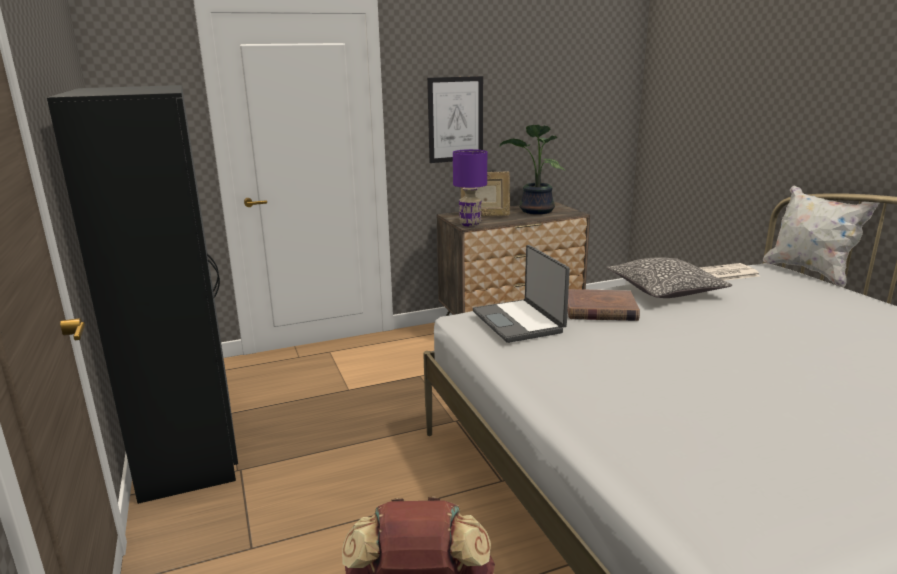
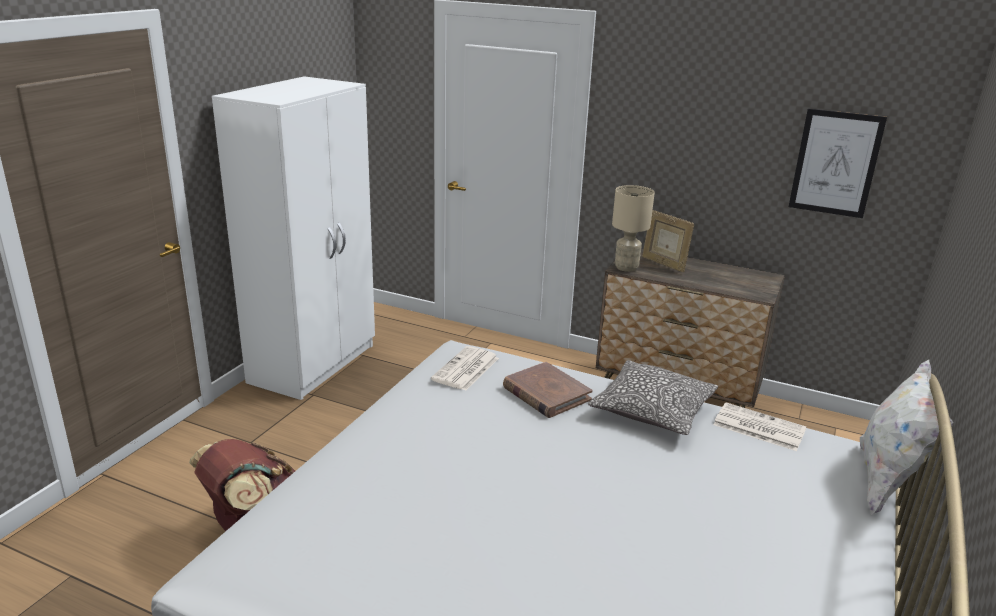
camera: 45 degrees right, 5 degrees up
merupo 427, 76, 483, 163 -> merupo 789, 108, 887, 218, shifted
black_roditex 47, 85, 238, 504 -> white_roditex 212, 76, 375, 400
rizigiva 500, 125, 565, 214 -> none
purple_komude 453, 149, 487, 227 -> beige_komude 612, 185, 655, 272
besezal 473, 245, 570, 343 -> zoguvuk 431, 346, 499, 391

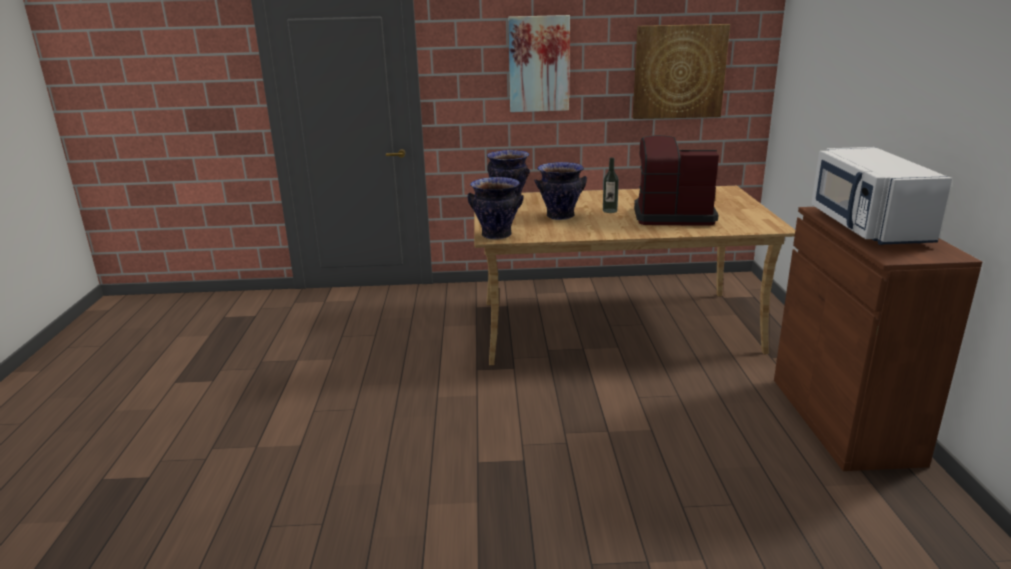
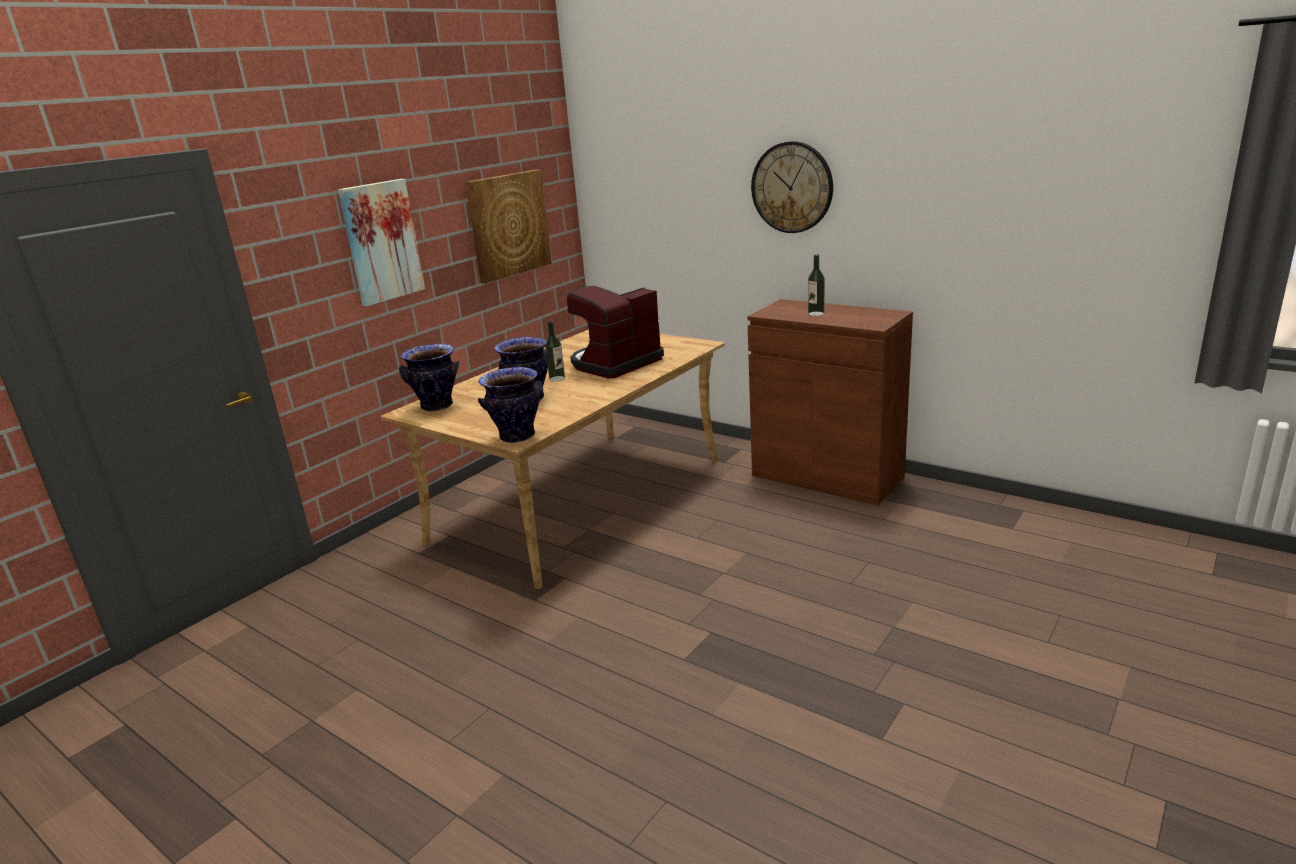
camera: 50 degrees left, 0 degrees up
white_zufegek 812, 147, 952, 245 -> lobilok 808, 255, 825, 316
none -> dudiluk 751, 141, 833, 233

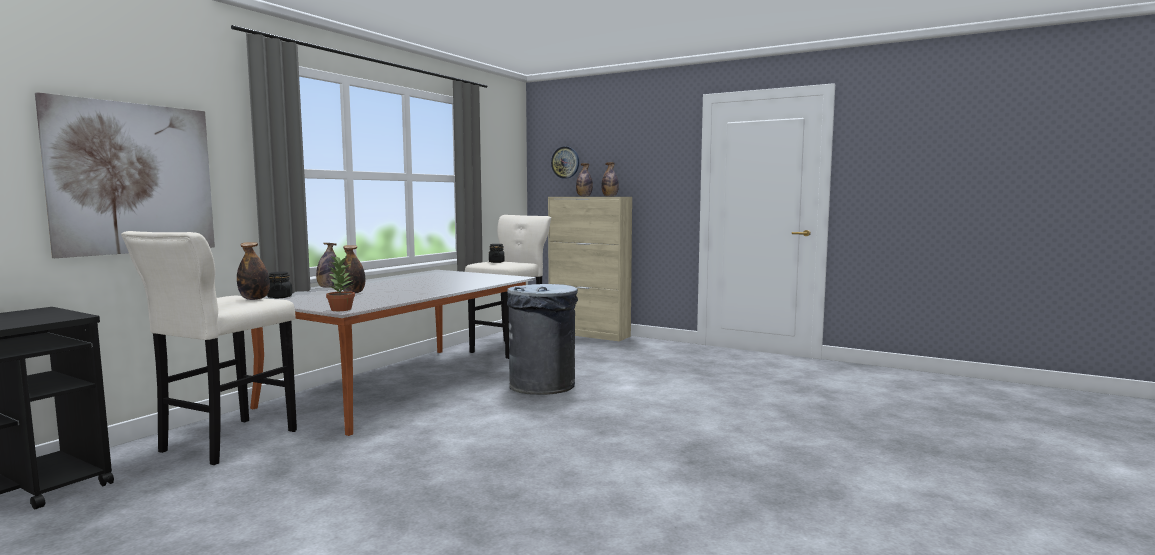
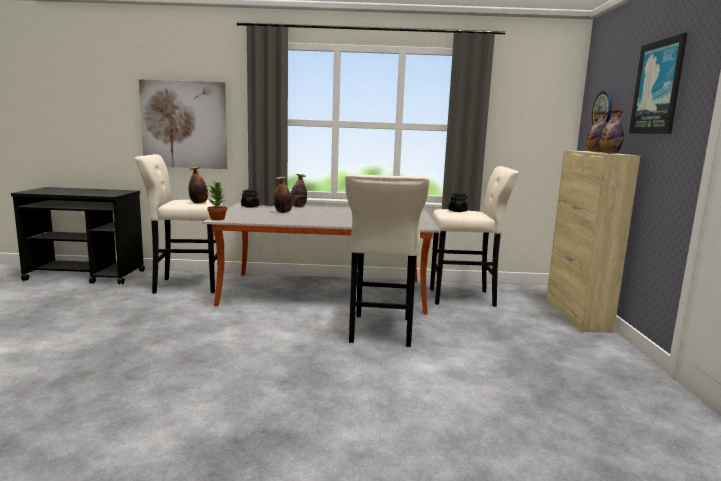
camera: 60 degrees right, 5 degrees up
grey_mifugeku 507, 284, 578, 395 -> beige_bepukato 345, 174, 430, 347
none -> merupo 629, 33, 688, 134

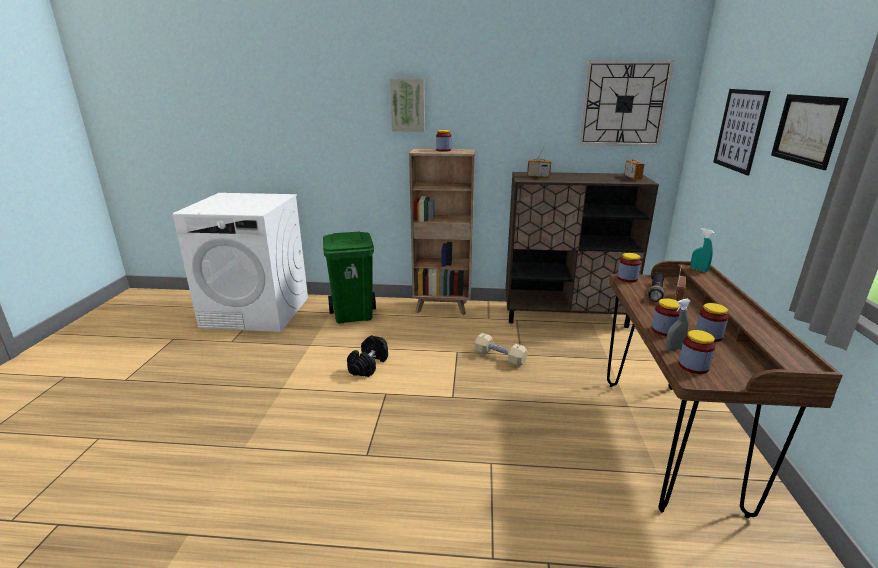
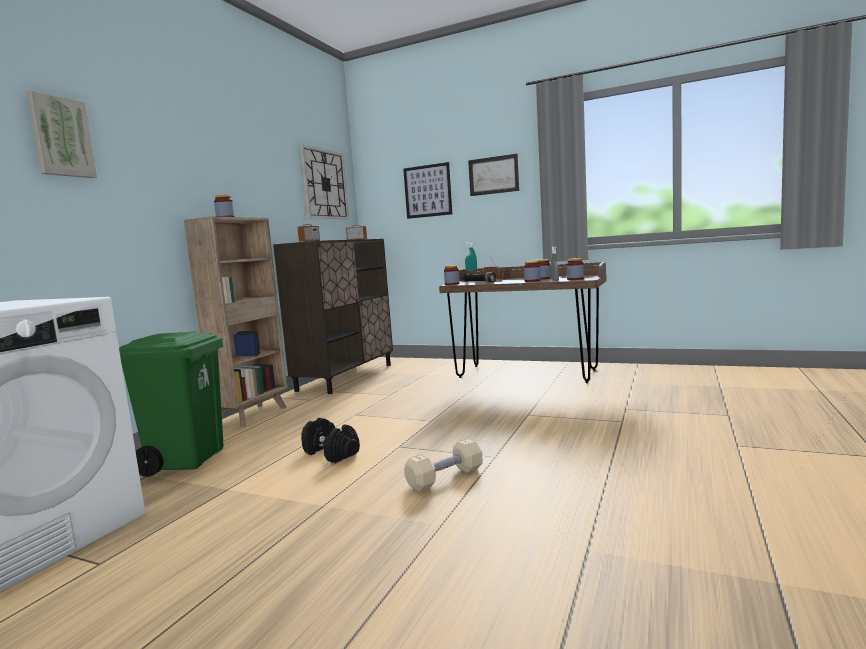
camera: 70 degrees left, 15 degrees down
merupo 390, 79, 425, 132 -> merupo 26, 90, 97, 178, shifted
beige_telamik 474, 333, 527, 367 -> beige_telamik 404, 438, 482, 492, shifted

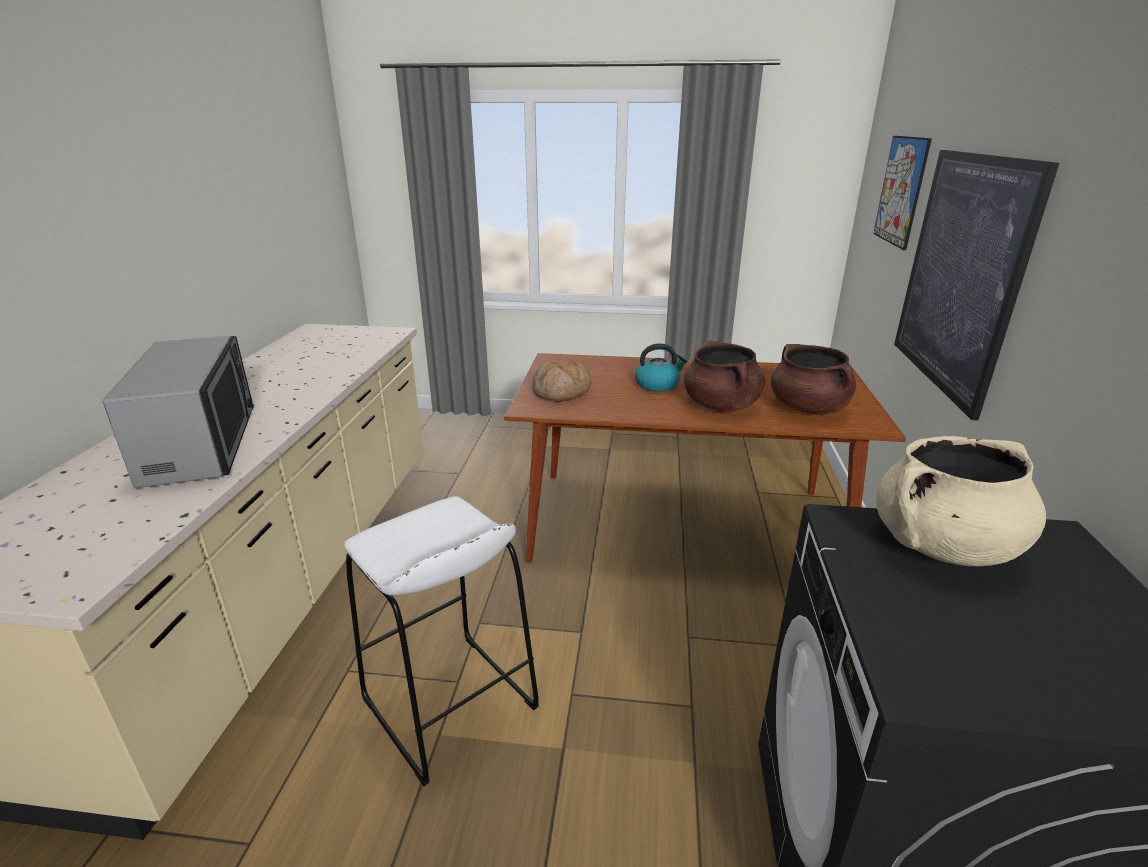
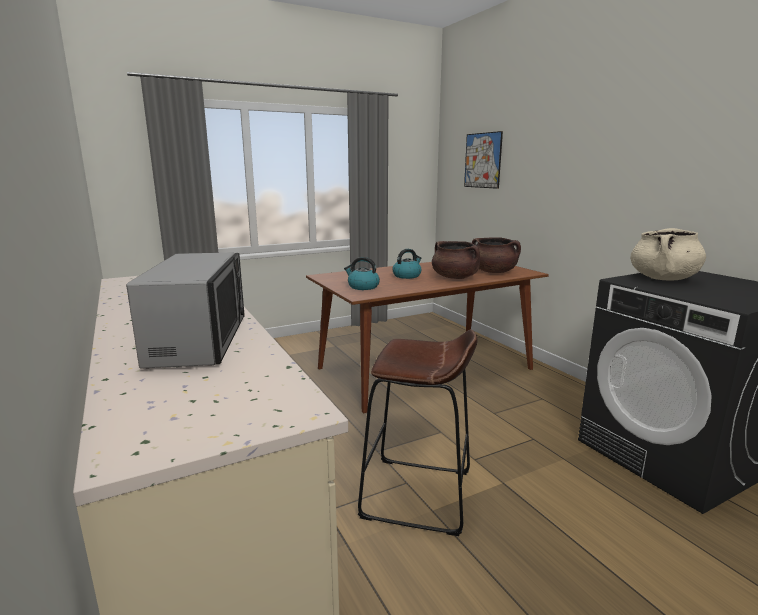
camera: 35 degrees left, 10 degrees down
merupo 894, 150, 1059, 420 -> none
zufegek 103, 336, 254, 488 -> zufegek 126, 252, 245, 369, 45 degrees clockwise
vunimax 532, 358, 591, 402 -> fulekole 344, 257, 380, 290
white_bepukato 344, 496, 539, 787 -> brown_bepukato 358, 329, 477, 536

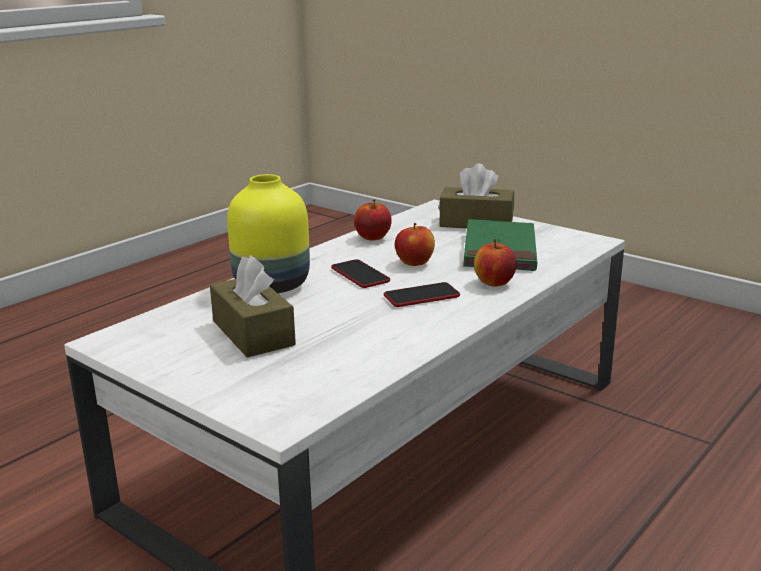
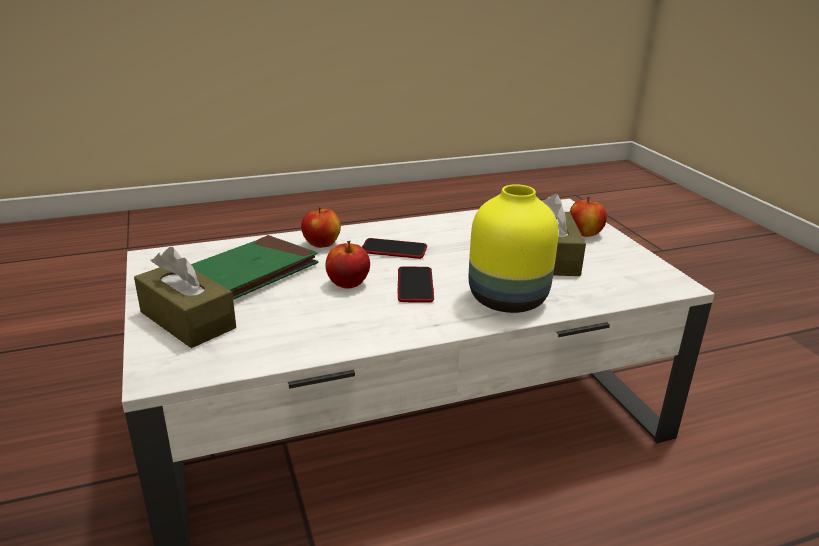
camera: 150 degrees left, 5 degrees up
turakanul 354, 199, 392, 241 -> turakanul 570, 196, 607, 237, shifted

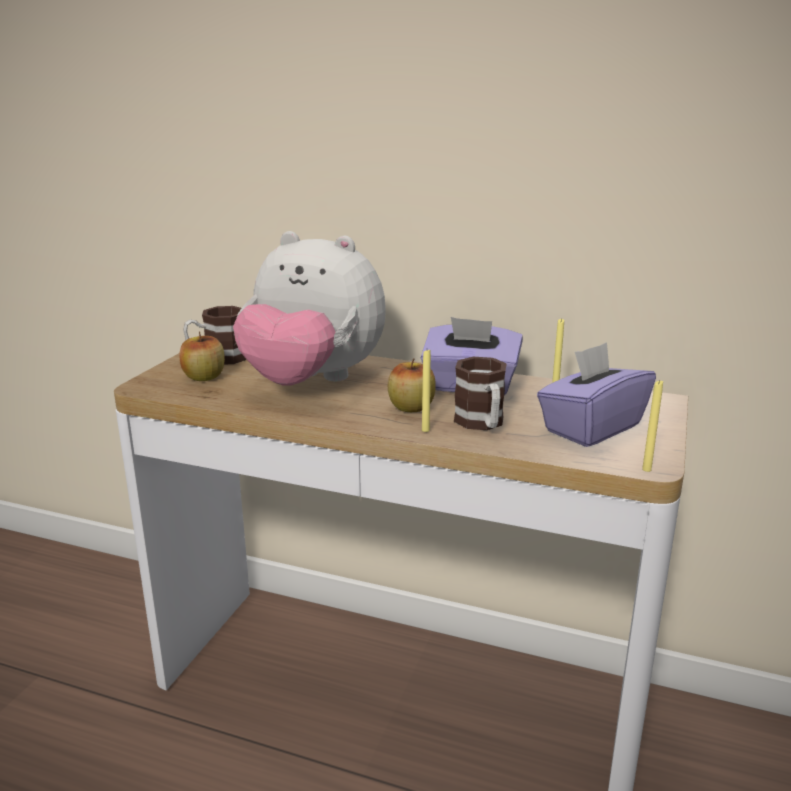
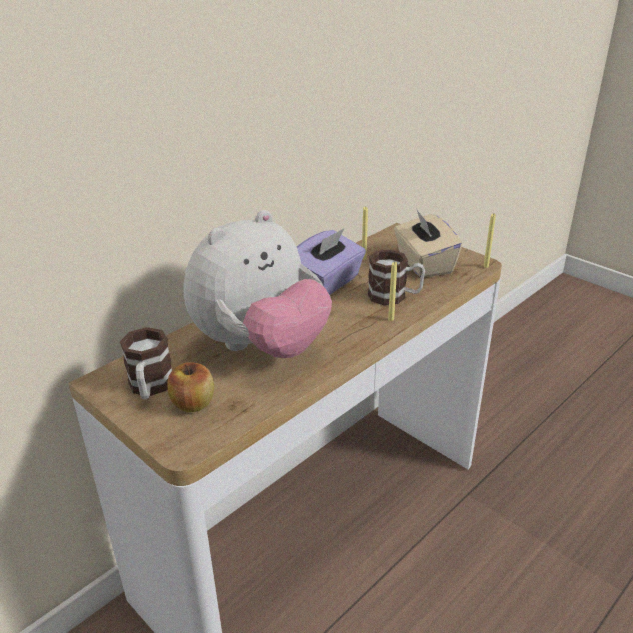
camera: 65 degrees left, 10 degrees up
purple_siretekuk 537, 342, 656, 447 -> beige_siretekuk 394, 208, 462, 277
turakanul 388, 358, 436, 412 -> none

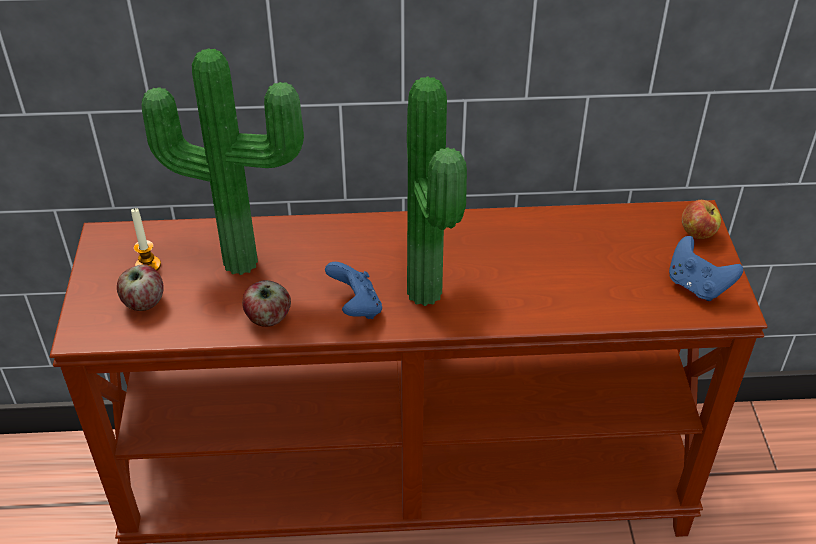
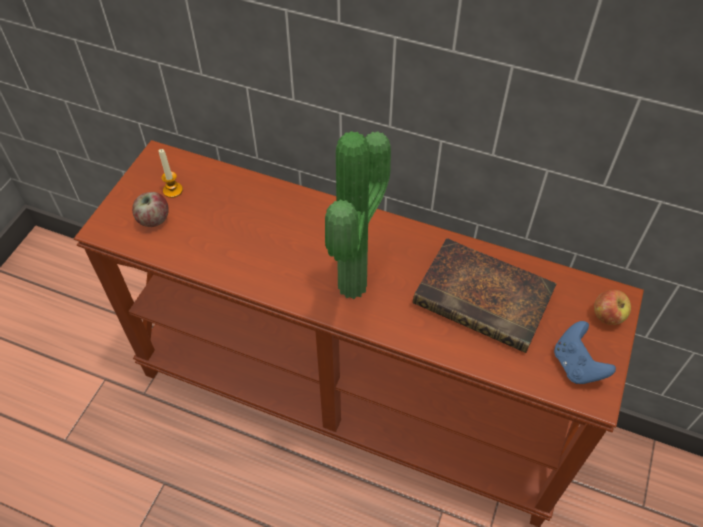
camera: 25 degrees right, 10 degrees up
rizigiva 141, 49, 304, 275 -> none
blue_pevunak 325, 262, 382, 319 -> none
turakanul 242, 280, 291, 327 -> none
none -> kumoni 413, 238, 557, 353

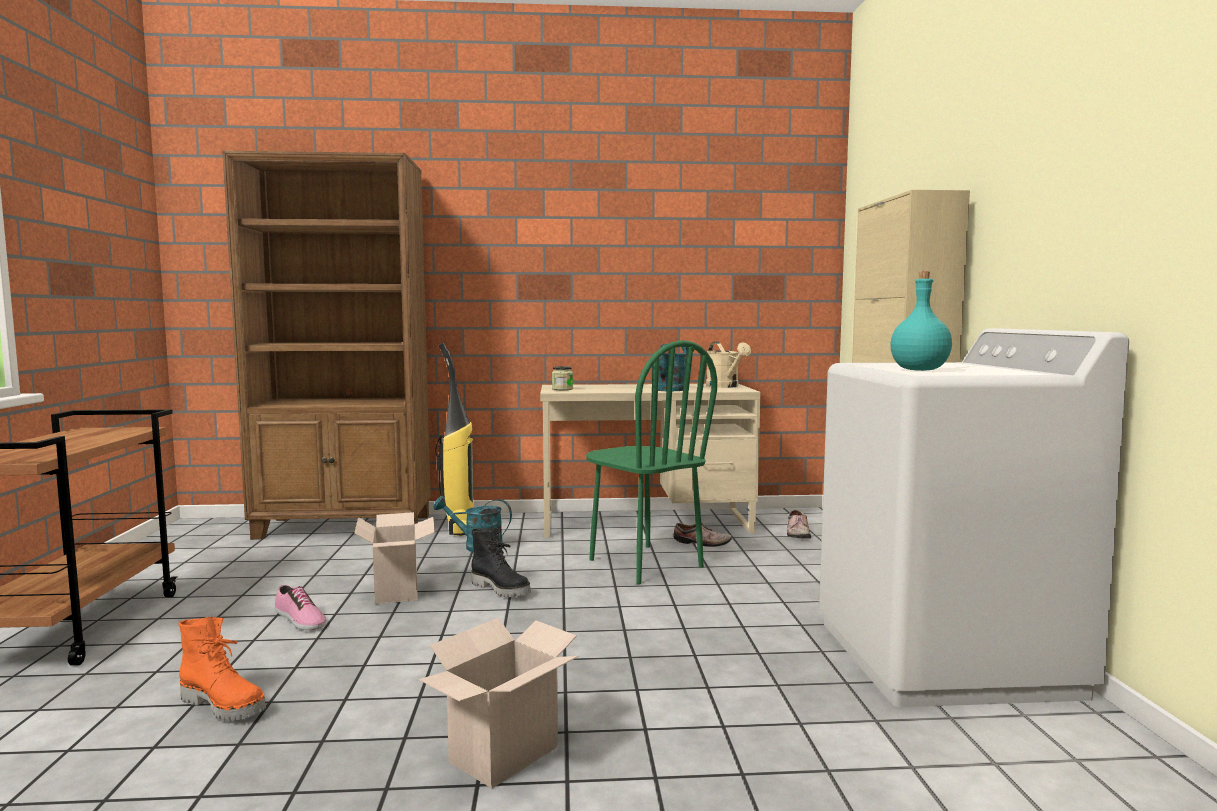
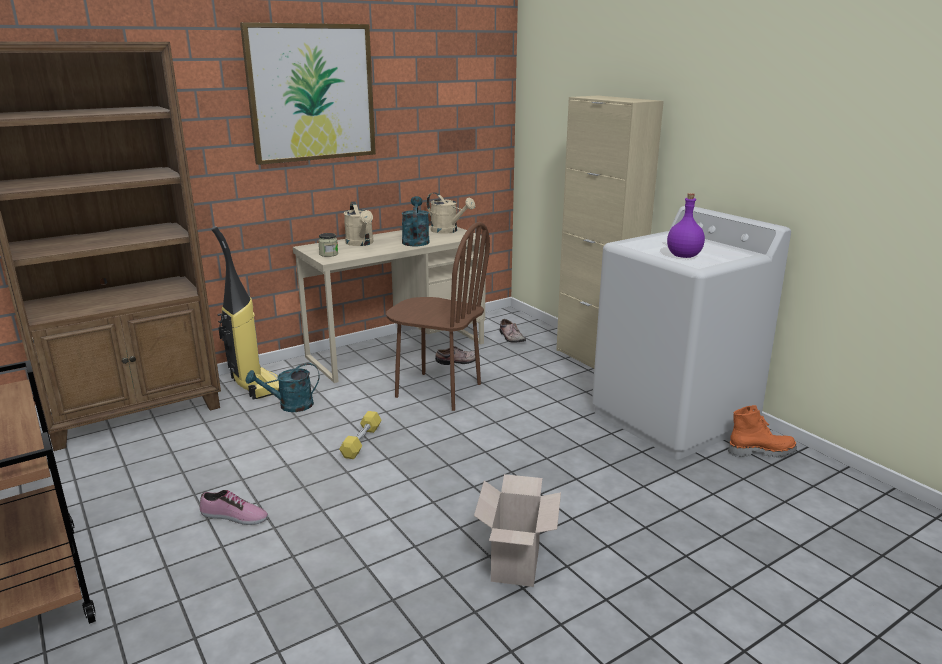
camera: 30 degrees left, 15 degrees up
turquoise_lobilok 890, 271, 952, 371 -> purple_lobilok 667, 193, 705, 258
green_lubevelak 586, 340, 717, 584 -> brown_lubevelak 386, 222, 490, 411
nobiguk 354, 512, 435, 604 -> none
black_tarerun 471, 527, 531, 597 -> yellow_telamik 339, 411, 382, 459
orange_tarerun 178, 617, 266, 721 -> orange_tarerun 728, 405, 797, 457, shifted
none -> merupo 240, 22, 376, 165
none -> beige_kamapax 344, 201, 374, 246

